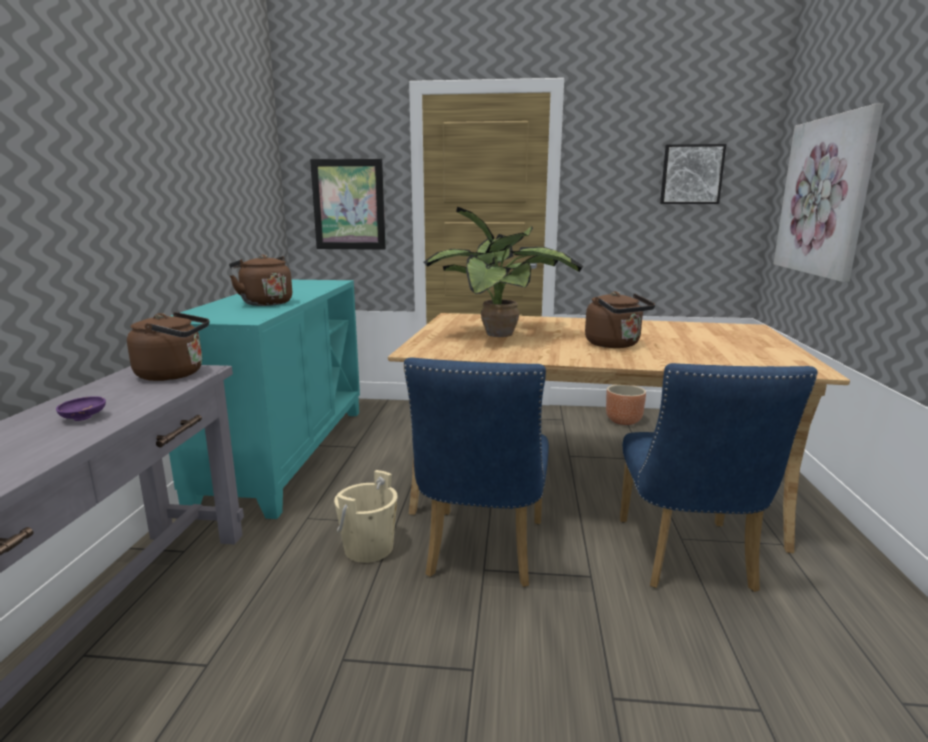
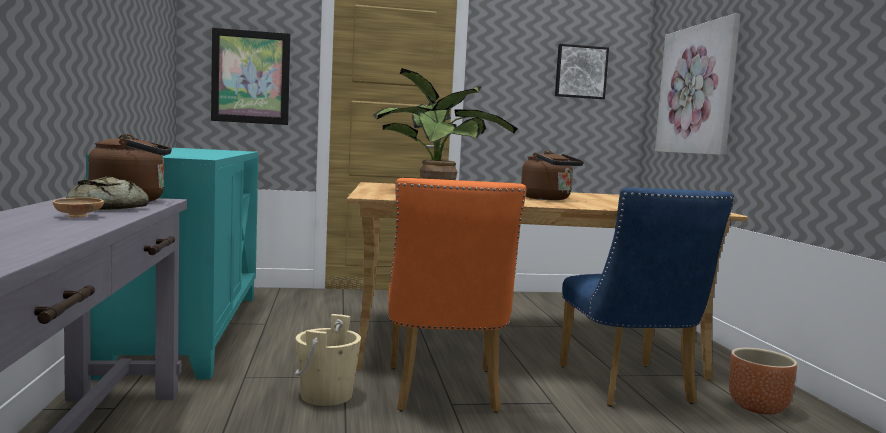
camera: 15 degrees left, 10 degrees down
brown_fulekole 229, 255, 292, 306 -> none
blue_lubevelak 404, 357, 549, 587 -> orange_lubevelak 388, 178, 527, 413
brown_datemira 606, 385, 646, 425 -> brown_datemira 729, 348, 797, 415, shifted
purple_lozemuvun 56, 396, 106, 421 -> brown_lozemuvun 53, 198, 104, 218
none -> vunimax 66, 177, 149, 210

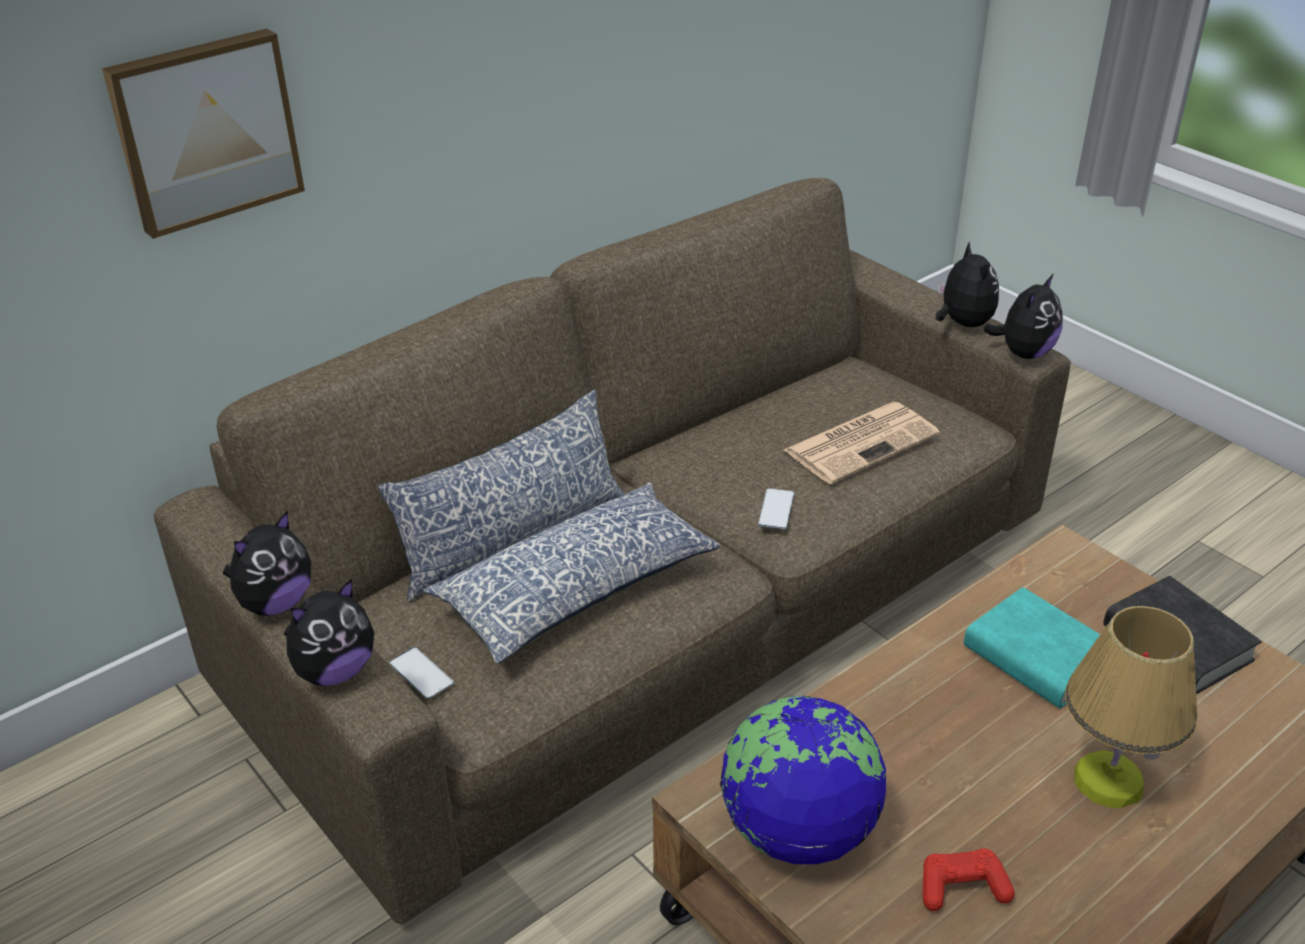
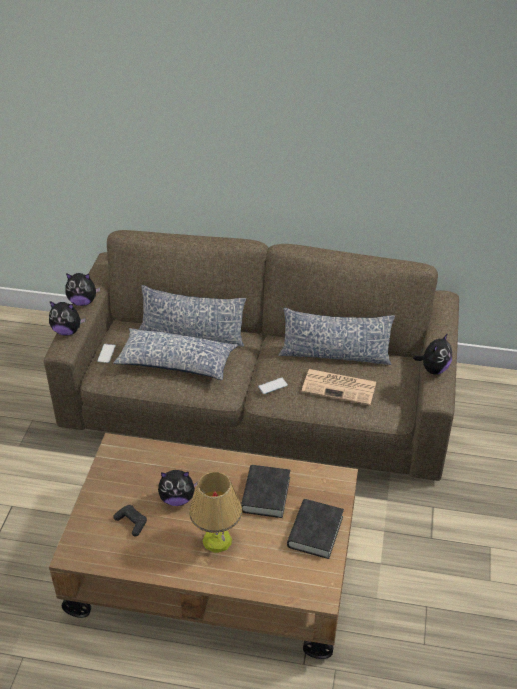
camera: 50 degrees right, 5 degrees up
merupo 102, 29, 305, 239 -> none
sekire 983, 273, 1063, 359 -> sekire 158, 470, 198, 506, shifted
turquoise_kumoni 964, 587, 1100, 708 -> black_kumoni 241, 465, 290, 518
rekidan 720, 695, 887, 865 -> none
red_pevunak 923, 848, 1015, 911 -> black_pevunak 113, 505, 147, 537
none -> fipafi 278, 308, 395, 365

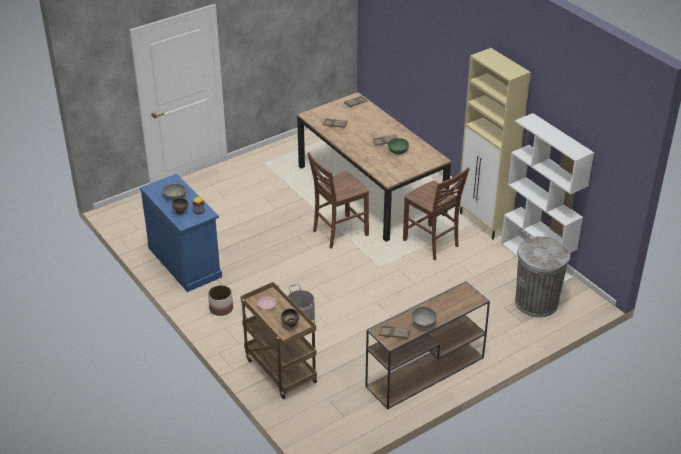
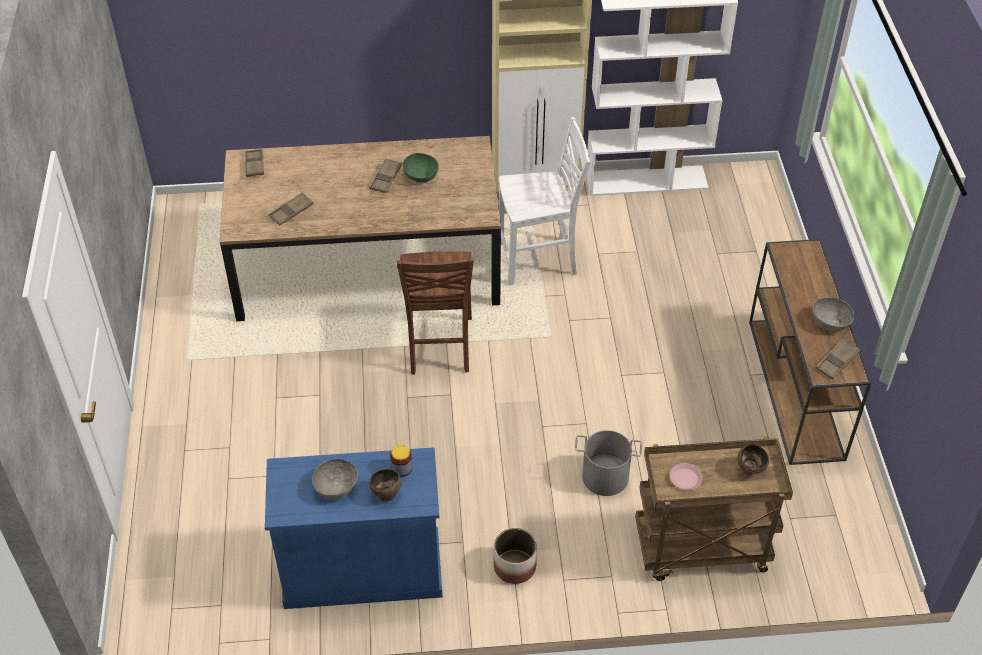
camera: 60 degrees left, 10 degrees up
brown_lubevelak 403, 167, 470, 260 -> white_lubevelak 498, 117, 591, 285
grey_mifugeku 515, 236, 570, 317 -> none

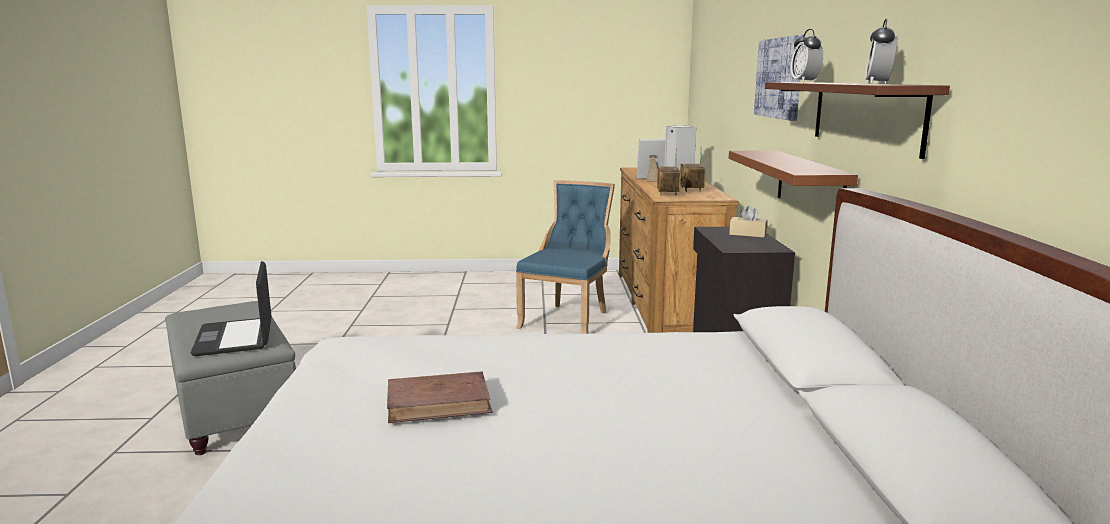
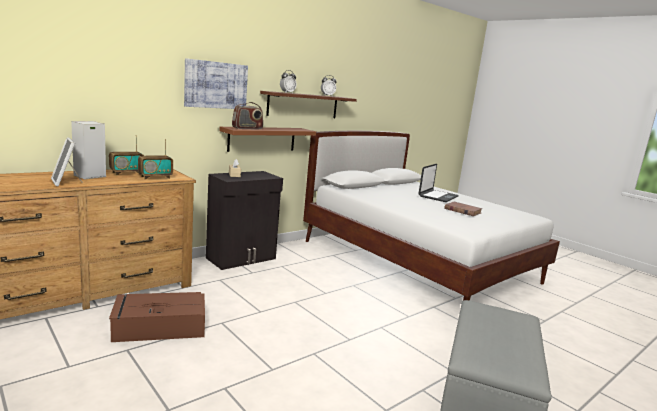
camera: 130 degrees left, 0 degrees up
blue_lubevelak 516, 180, 615, 334 -> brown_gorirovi 109, 292, 205, 342
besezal 191, 261, 272, 356 -> besezal 418, 164, 459, 202, shifted
none -> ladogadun 232, 102, 263, 130

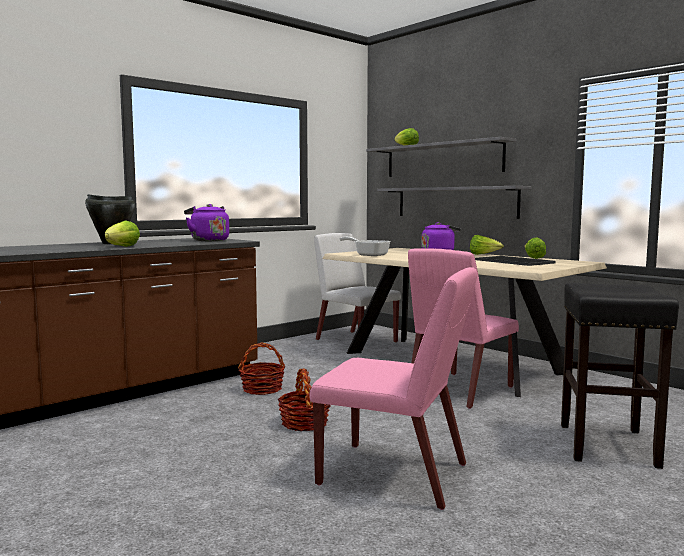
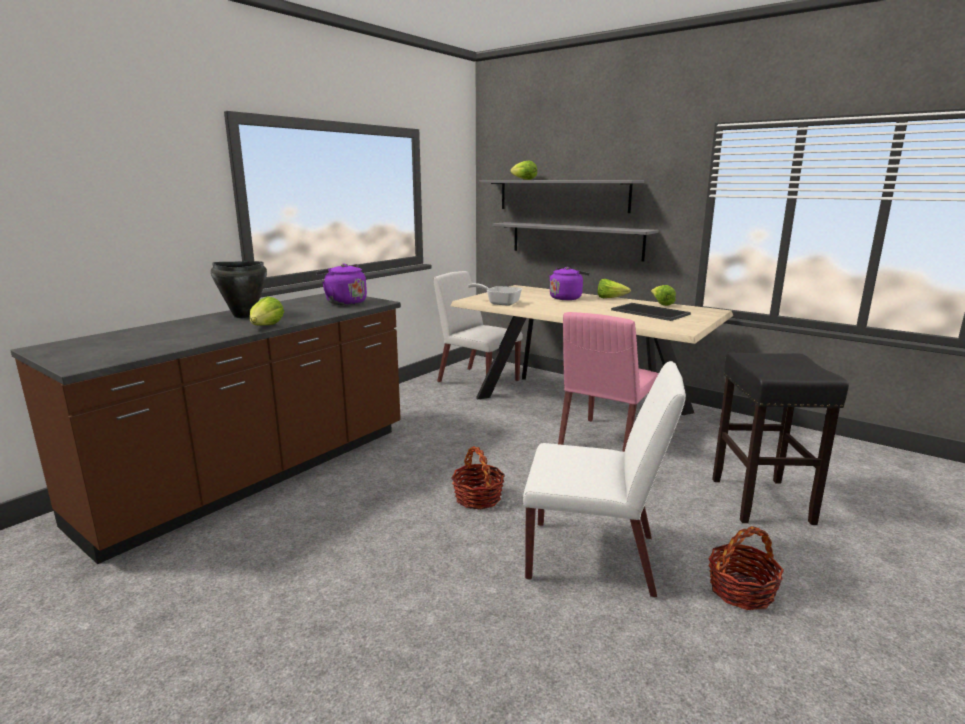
camera: 10 degrees left, 10 degrees up
pink_lubevelak 309, 267, 477, 510 -> white_lubevelak 523, 361, 686, 598
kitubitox 238, 342, 285, 395 -> kitubitox 708, 526, 784, 610, shifted

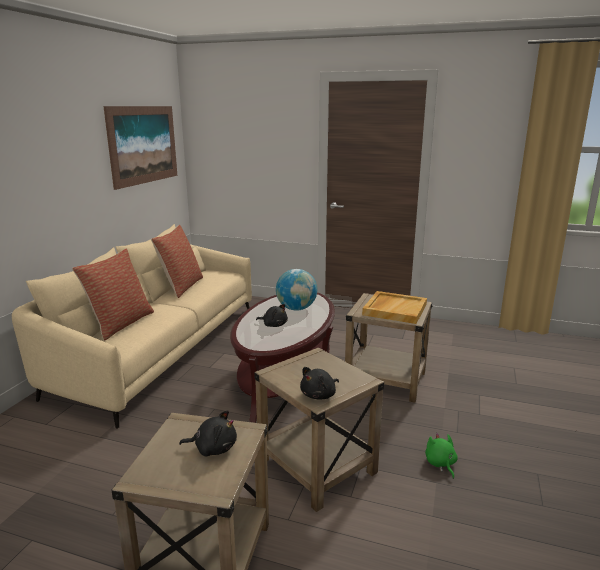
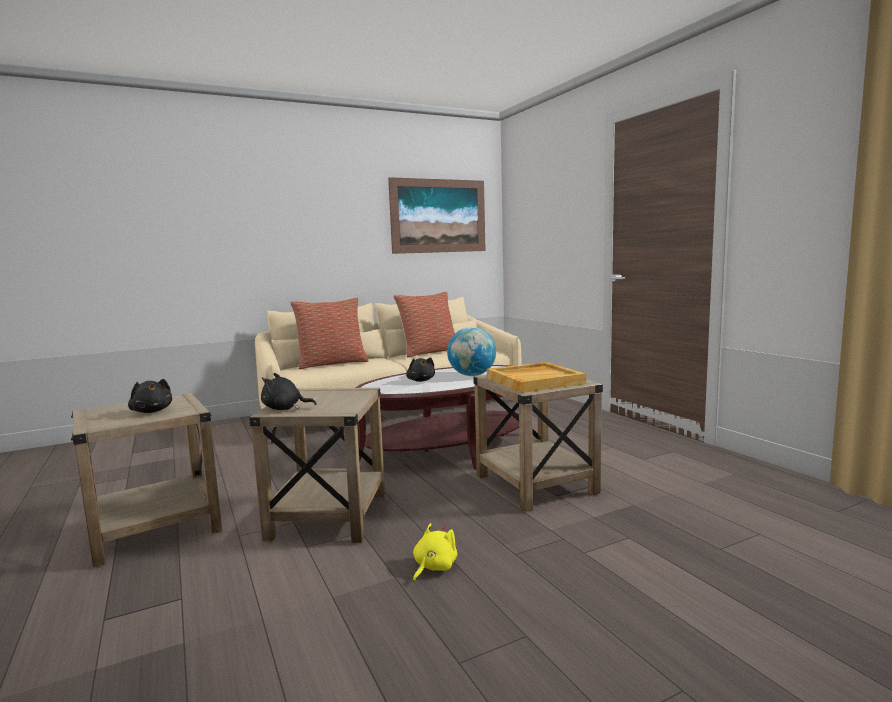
camera: 45 degrees right, 10 degrees down
green_sekire 425, 433, 458, 479 -> yellow_sekire 413, 523, 457, 582

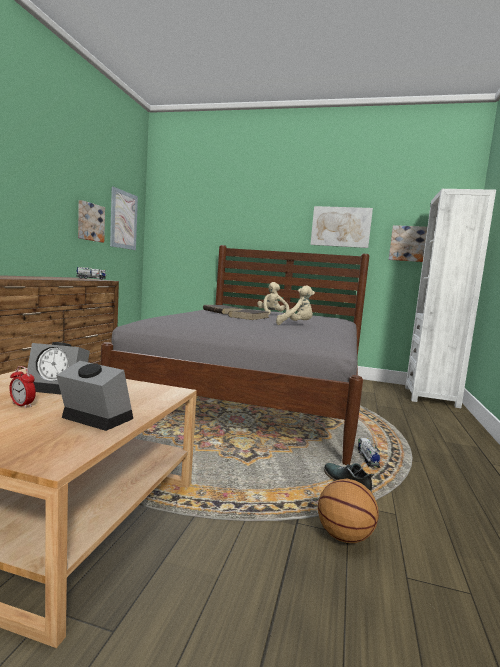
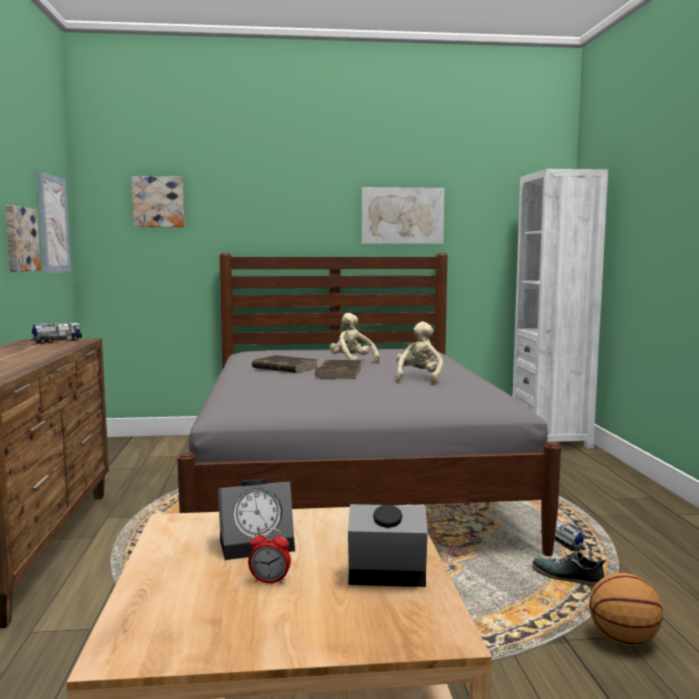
camera: 20 degrees left, 0 degrees up
merupo 389, 225, 427, 262 -> merupo 131, 176, 185, 227, shifted
beige_sekire 276, 285, 315, 325 -> beige_sekire 396, 321, 443, 384, 60 degrees counterclockwise

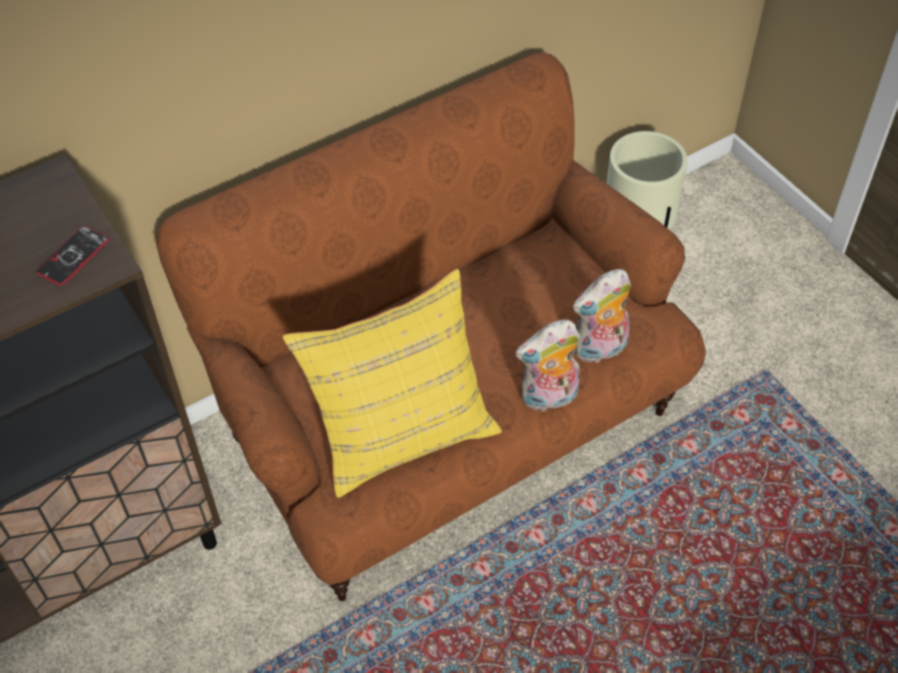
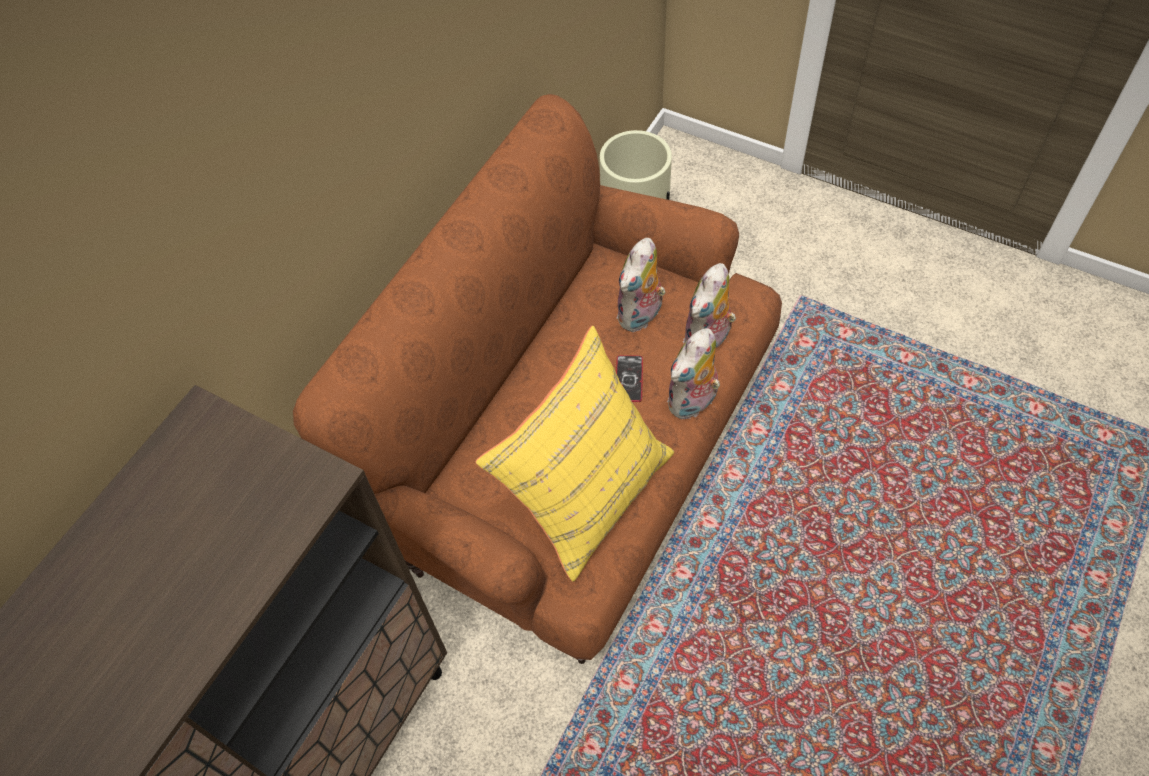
camera: 25 degrees left, 5 degrees up
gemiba 36, 226, 109, 286 -> gemiba 616, 355, 643, 402, shifted
none -> sekire 616, 238, 666, 332

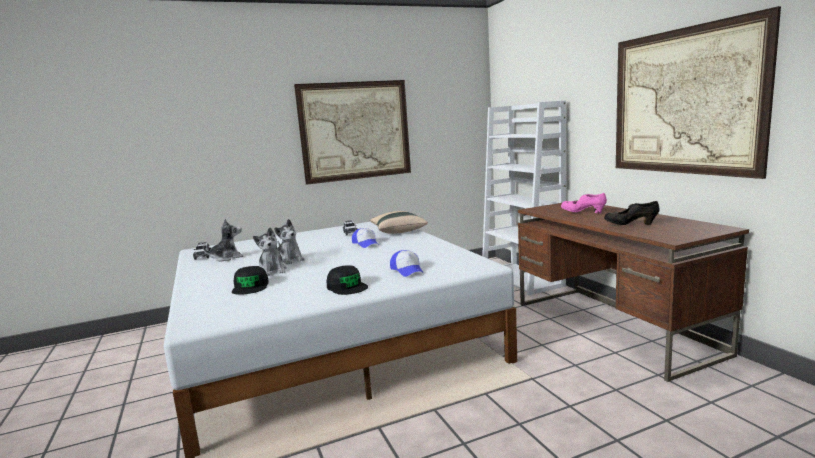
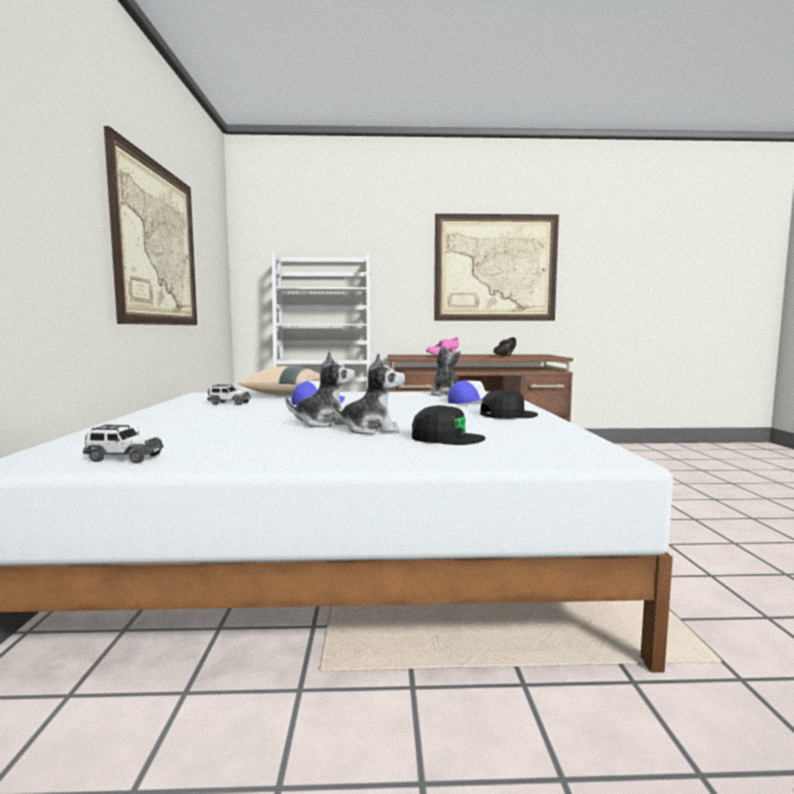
camera: 70 degrees left, 5 degrees down
sekire 203, 219, 243, 261 -> sekire 431, 344, 461, 396, shifted

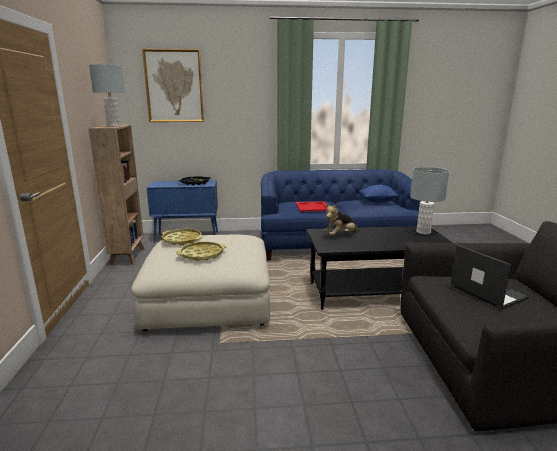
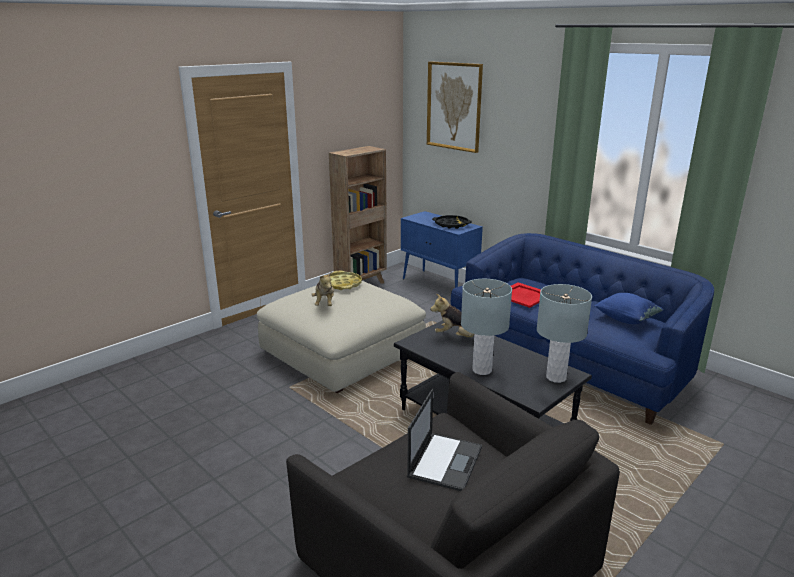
camera: 50 degrees right, 5 degrees up
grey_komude 89, 64, 125, 127 -> grey_komude 461, 279, 512, 375, shifted
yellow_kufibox 176, 242, 226, 261 -> sekire 311, 272, 334, 306

